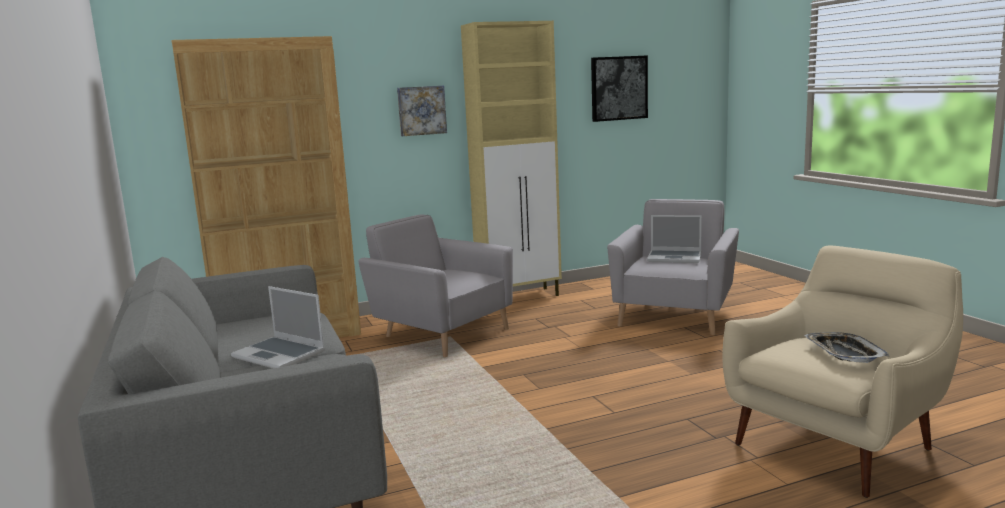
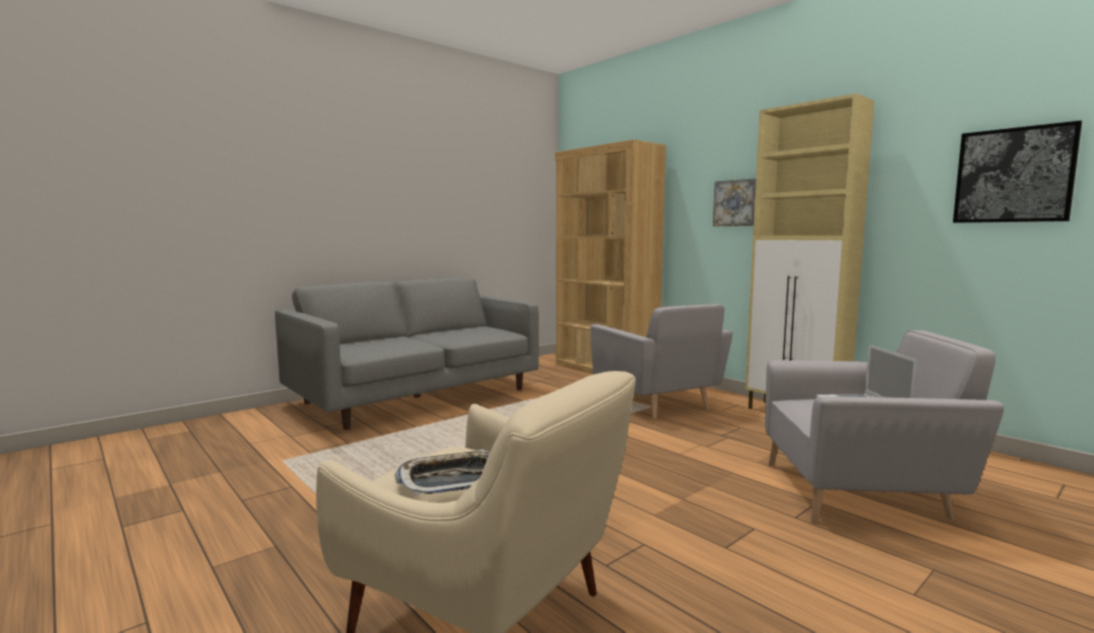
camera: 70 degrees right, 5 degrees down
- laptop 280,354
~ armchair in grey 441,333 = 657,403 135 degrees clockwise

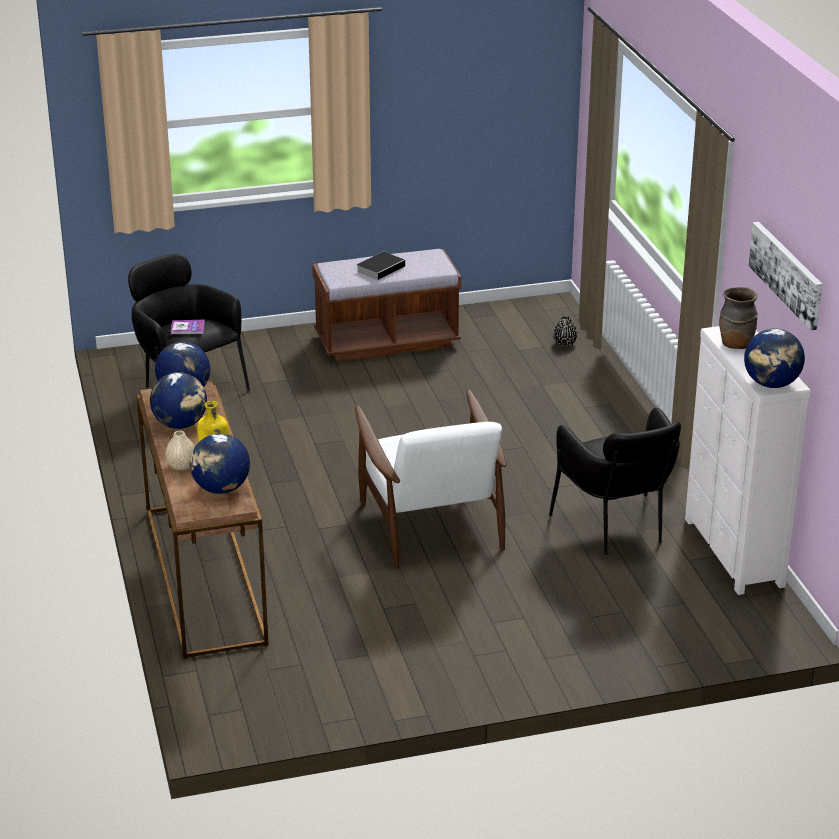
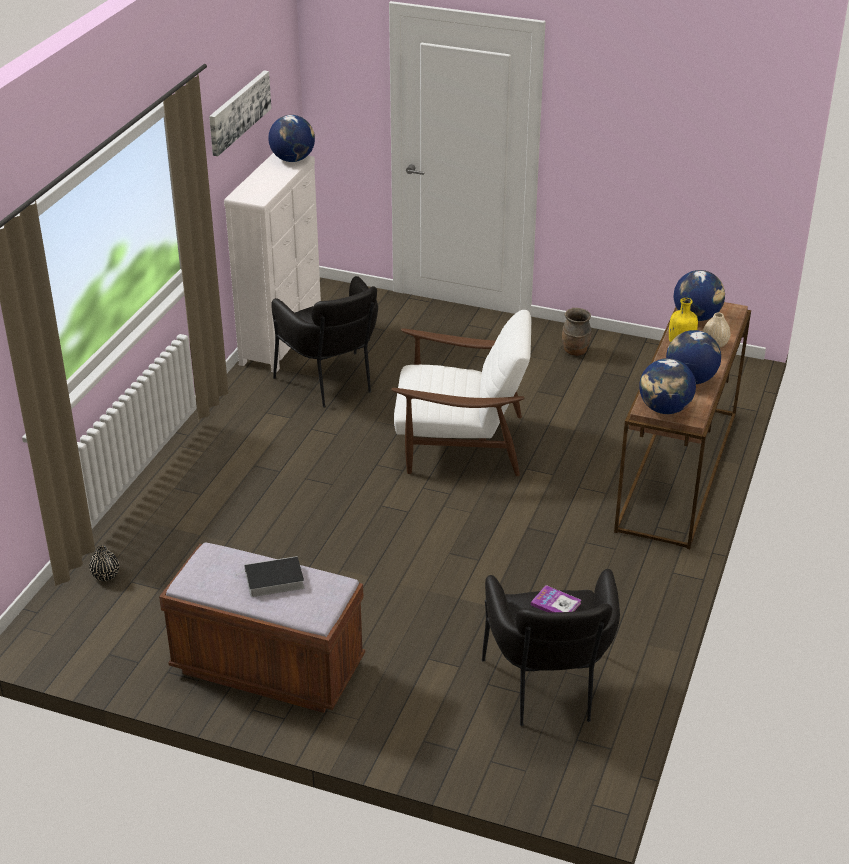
camera: 145 degrees left, 5 degrees up
~ vase in brown 735,344 to 575,351
~ armchair in white 431,523 = 460,443 75 degrees clockwise
~ armchair in black 617,529 = 332,384 135 degrees clockwise

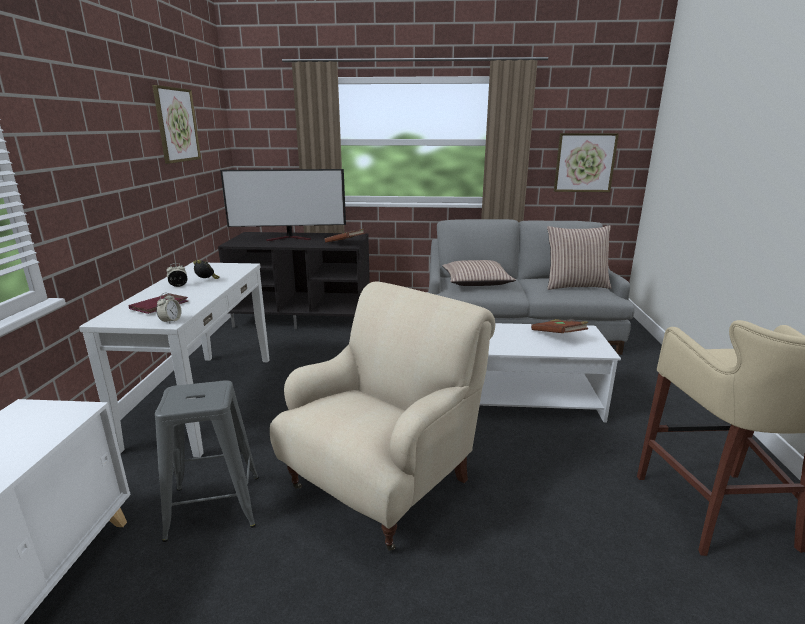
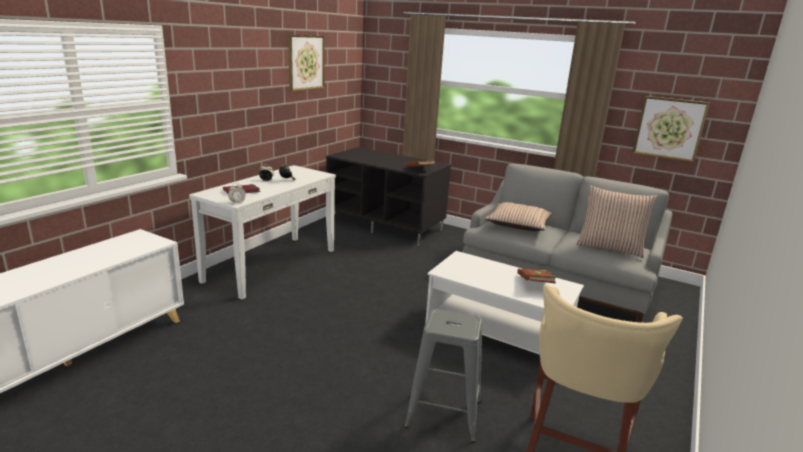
camera: 25 degrees right, 0 degrees up
- television 290,238
- armchair in beige 384,482
~ stool in grey 214,506 to 444,413

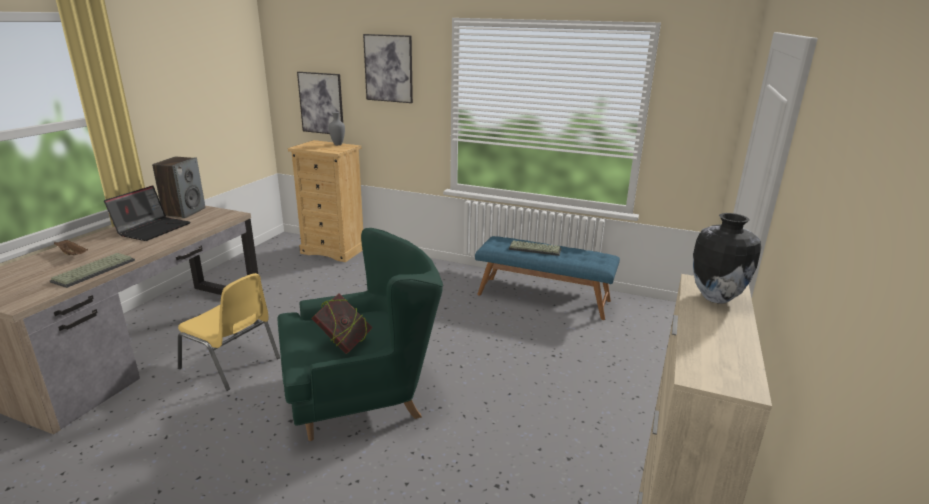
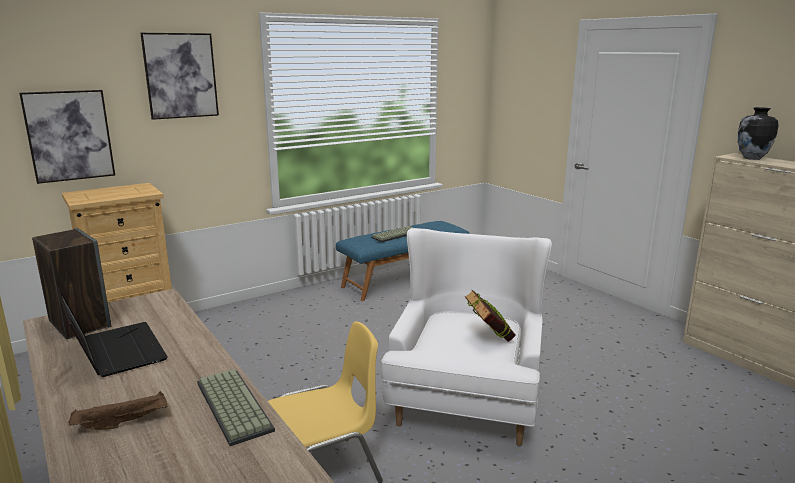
camera: 55 degrees left, 5 degrees down
- vase in grey 337,144
~ armchair in green 361,393 to armchair in white 467,399

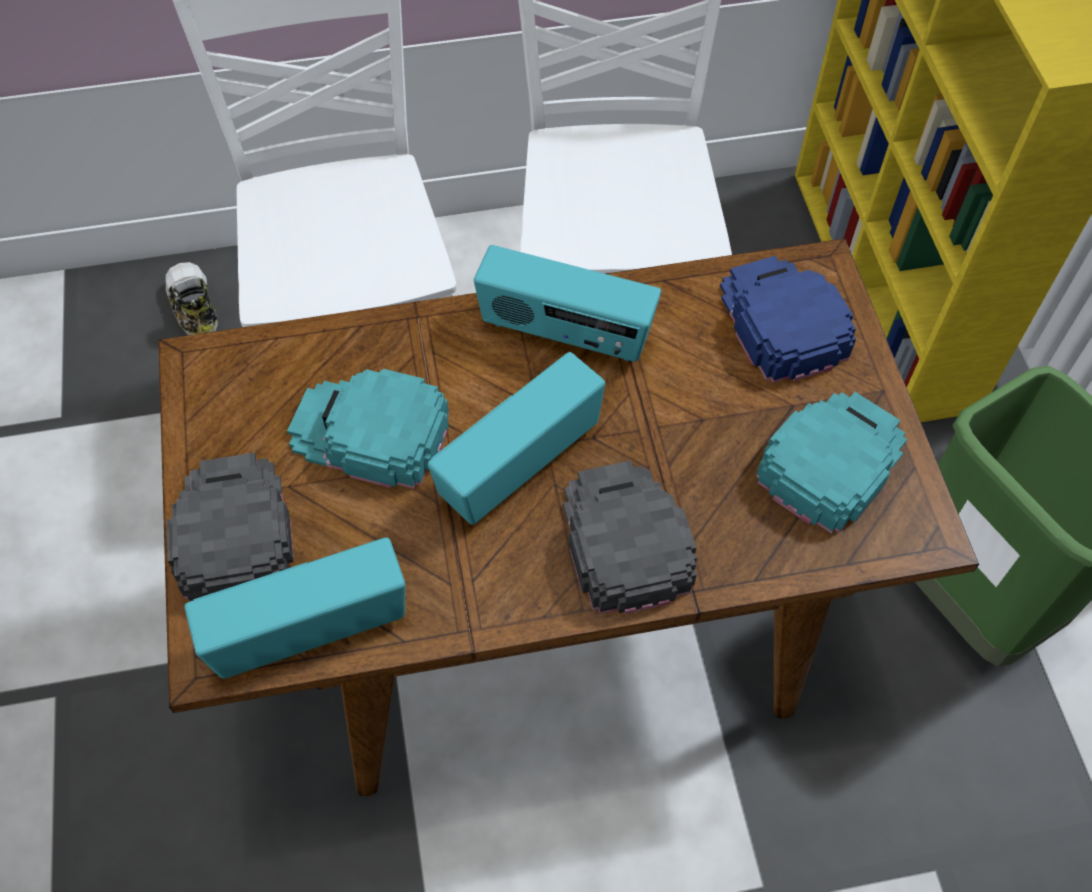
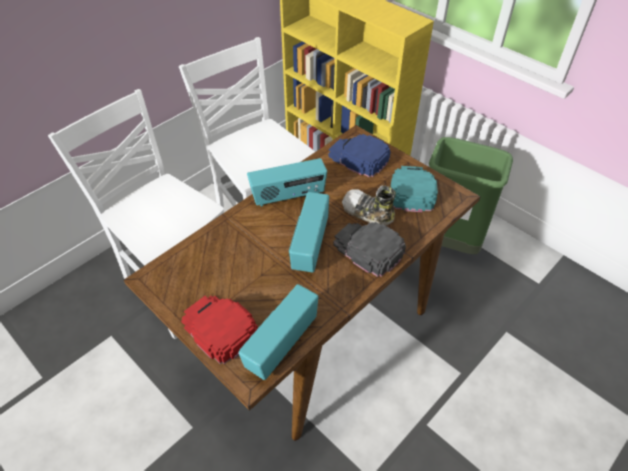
camera: 35 degrees left, 10 degrees down
- cap in turquoise 370,433
~ shoe 193,307 to 367,212
~ cap in black 232,530 to cap in red 218,329

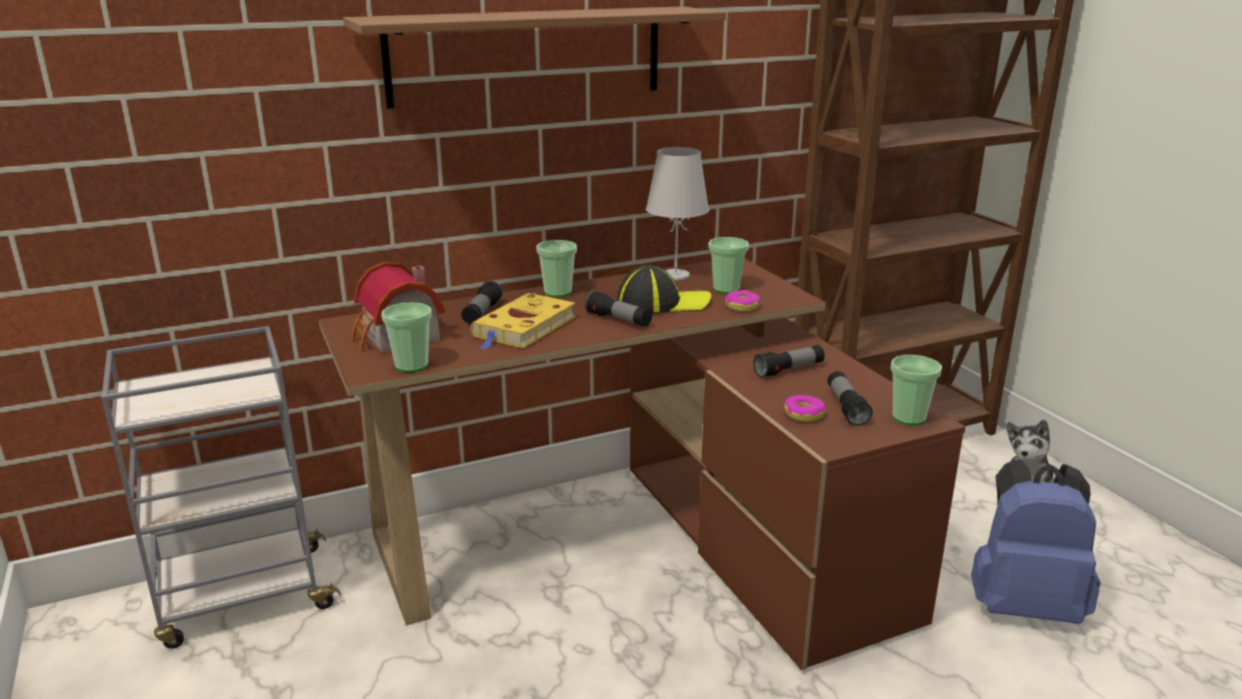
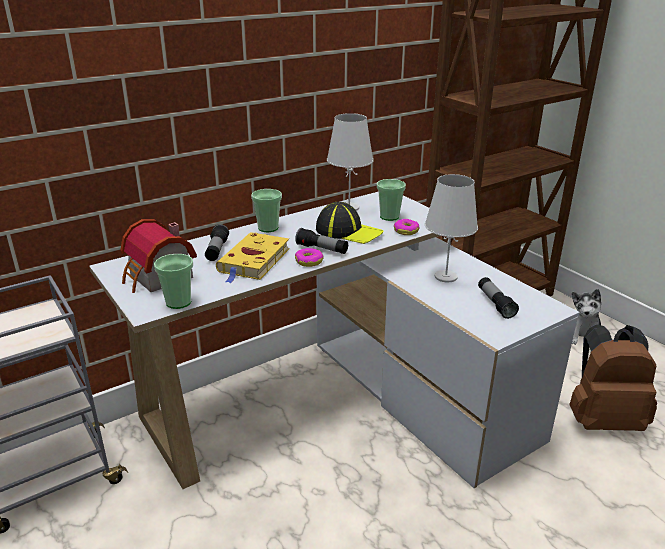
camera: 10 degrees left, 5 degrees up
- shelf 527,55
- cup 909,417
~ donut 804,414 to 309,261
~ flashlight 789,370 to table lamp in white 446,276
~ desk in brown 642,542 to desk in white 339,401
~ backpack in blue 1023,605 to backpack in brown 603,420
~ cap 663,302 = 348,231 45 degrees clockwise

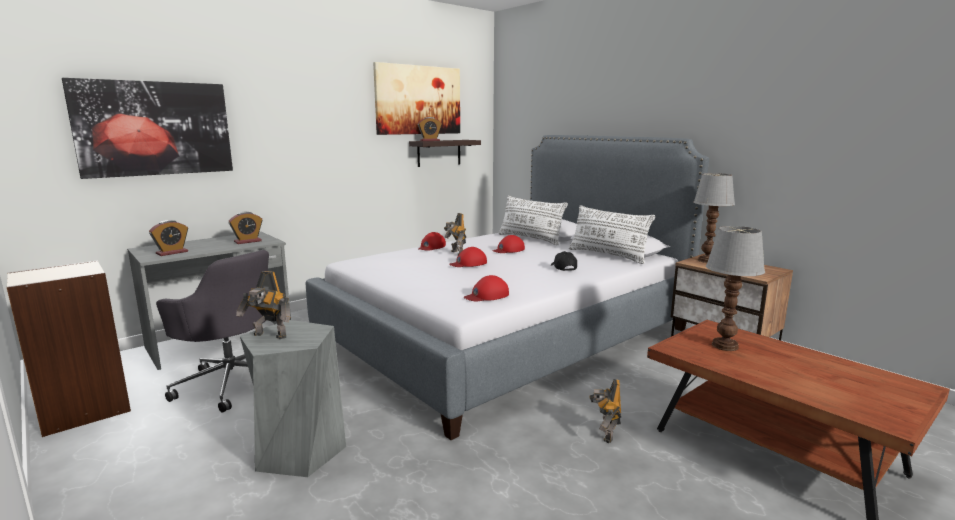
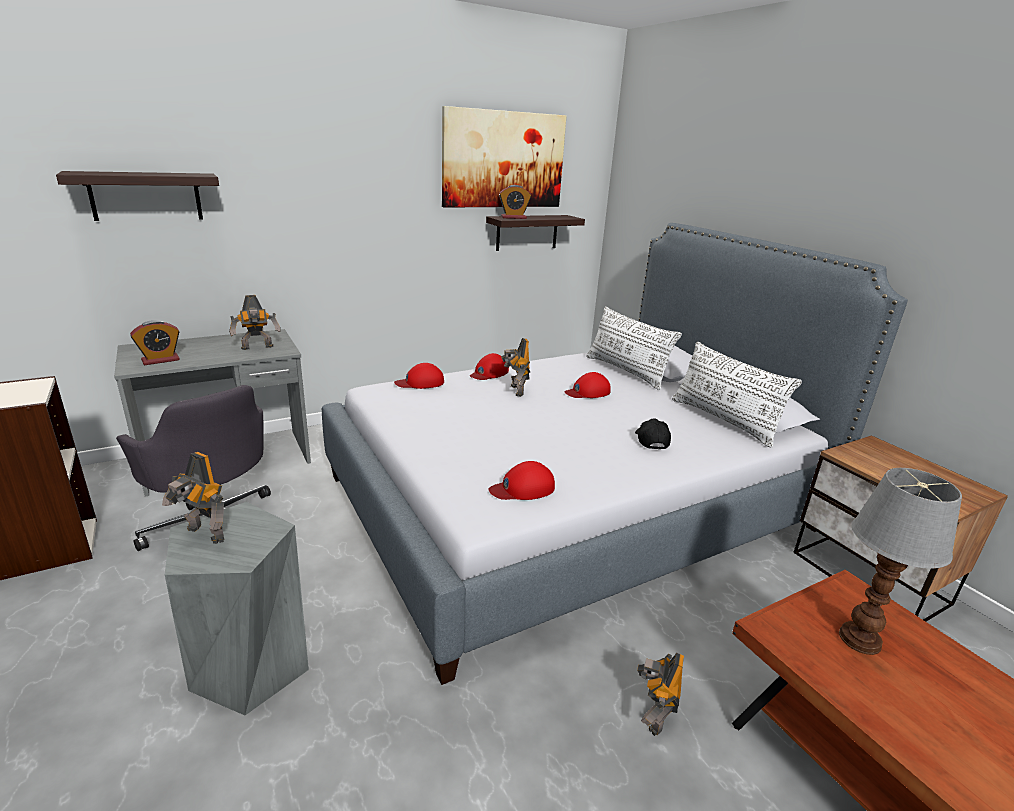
camera: 10 degrees right, 10 degrees up
- table lamp 707,260
~ cap in red 468,263 to 420,382
~ picture 155,128 to shelf 146,196
~ alarm clock 248,241 to toy robot 258,348

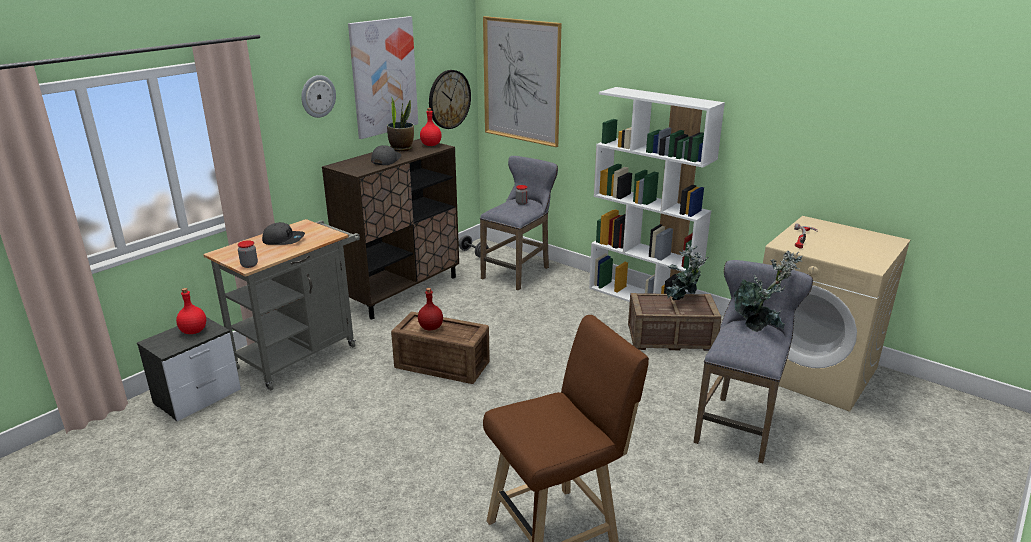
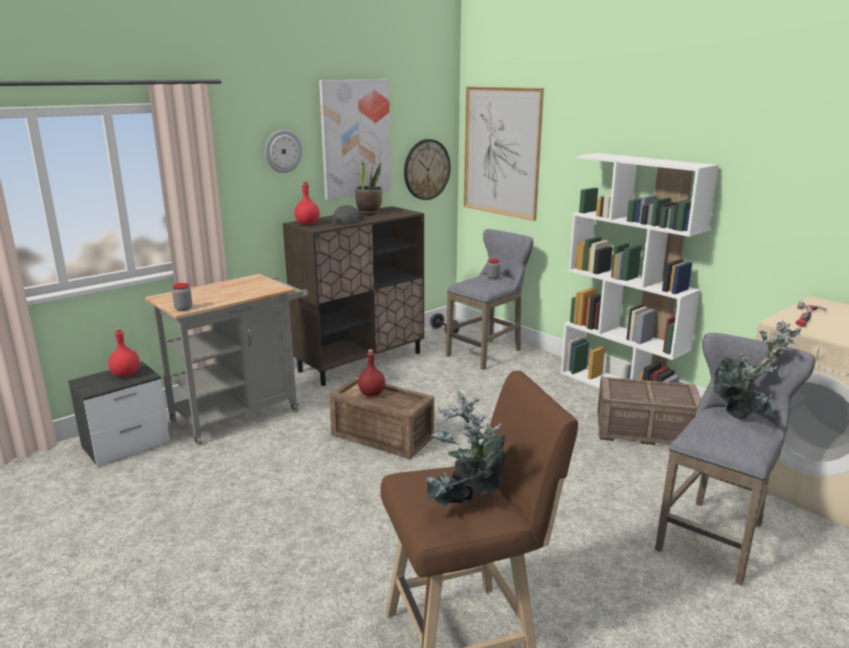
camera: 10 degrees right, 5 degrees down
- cap in grey 284,240
~ bottle in red 430,145 to 307,224
~ potted plant 682,301 to 467,508

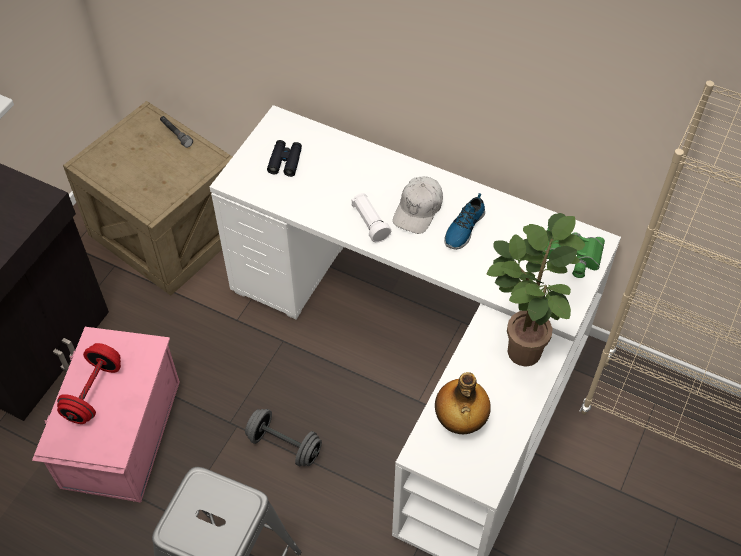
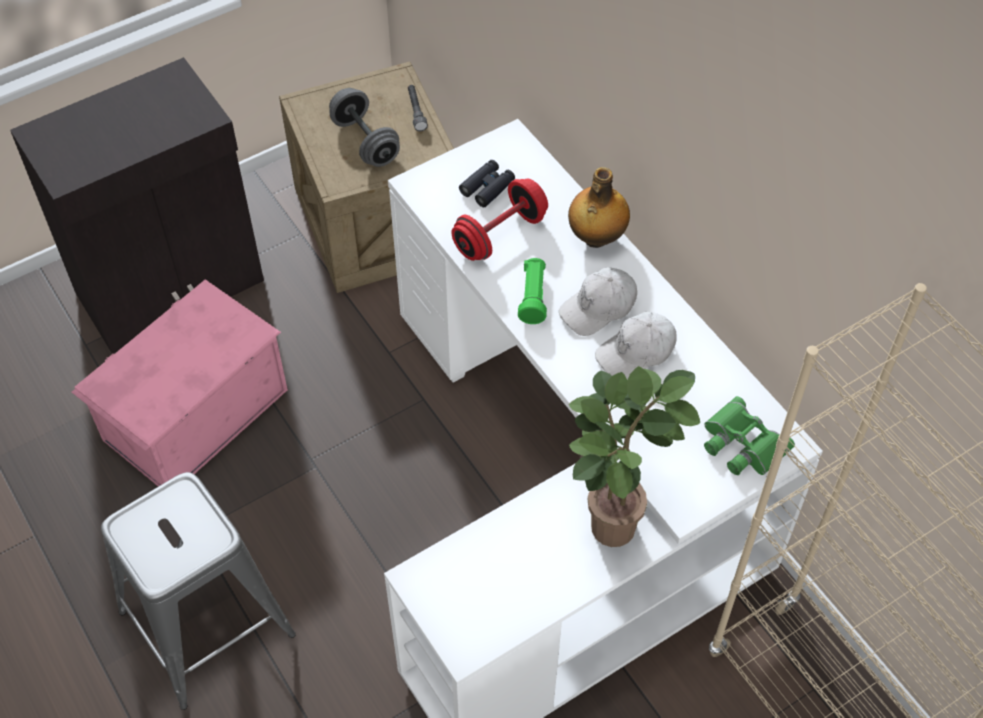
camera: 30 degrees right, 0 degrees up
~ dumbbell in red 93,392 to 500,235
~ dumbbell in grey 284,445 to 365,142
~ bottle 459,421 to 596,238
~ shoe 463,228 to cap in white 636,352
~ flashlight in white 370,223 to flashlight in green 533,297

